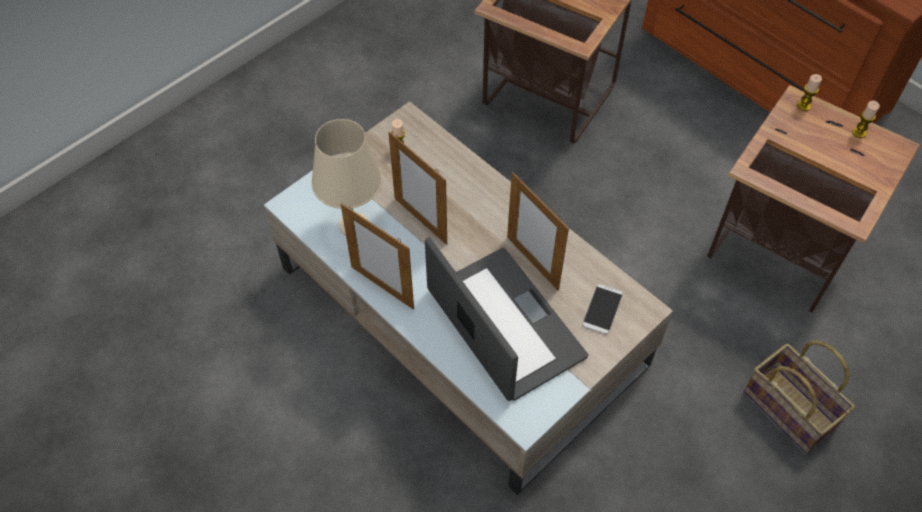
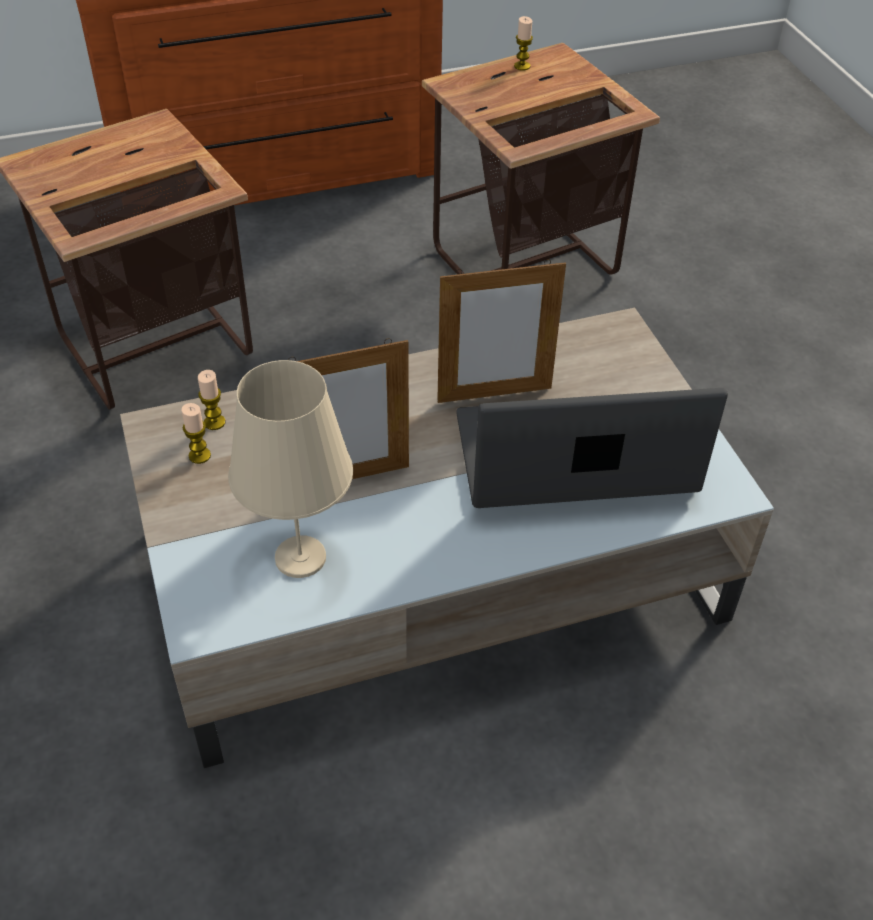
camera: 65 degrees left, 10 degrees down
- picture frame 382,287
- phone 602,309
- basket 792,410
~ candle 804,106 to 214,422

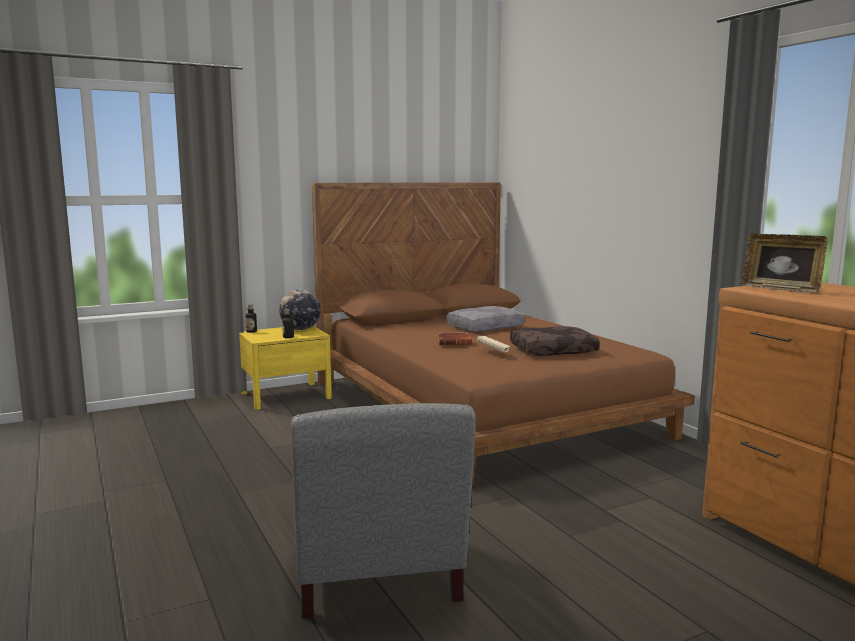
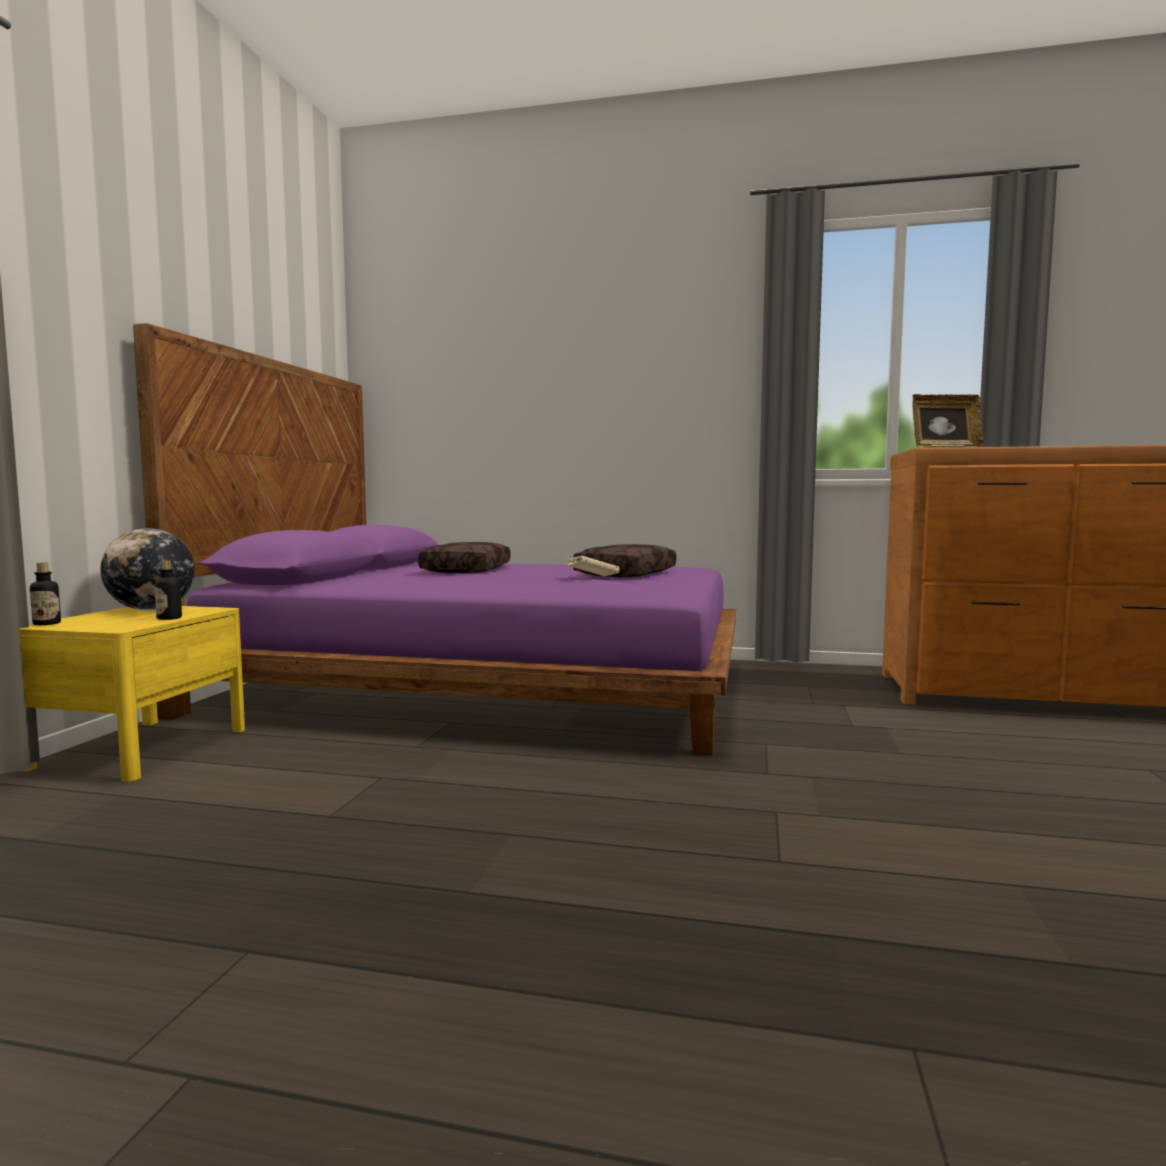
camera: 50 degrees left, 5 degrees down
- armchair in grey 376,580
- book in brown 455,342
~ bed in brown 482,407 to bed in purple 490,685
~ pillow in grey 485,327 to pillow in brown 465,570

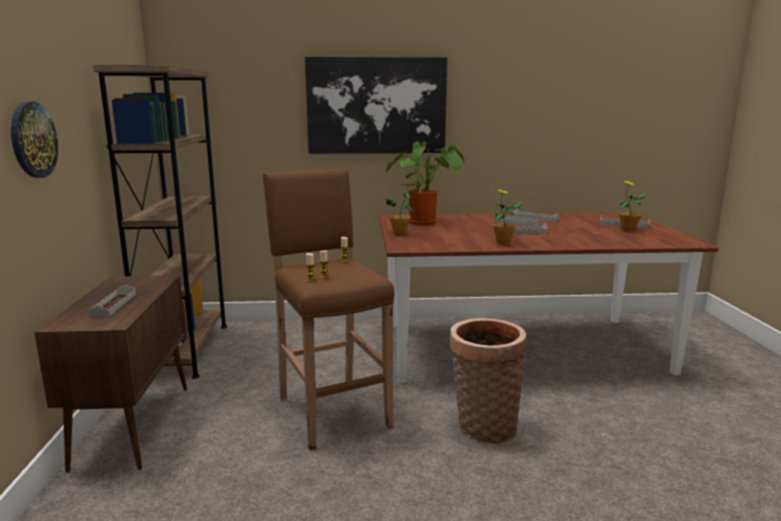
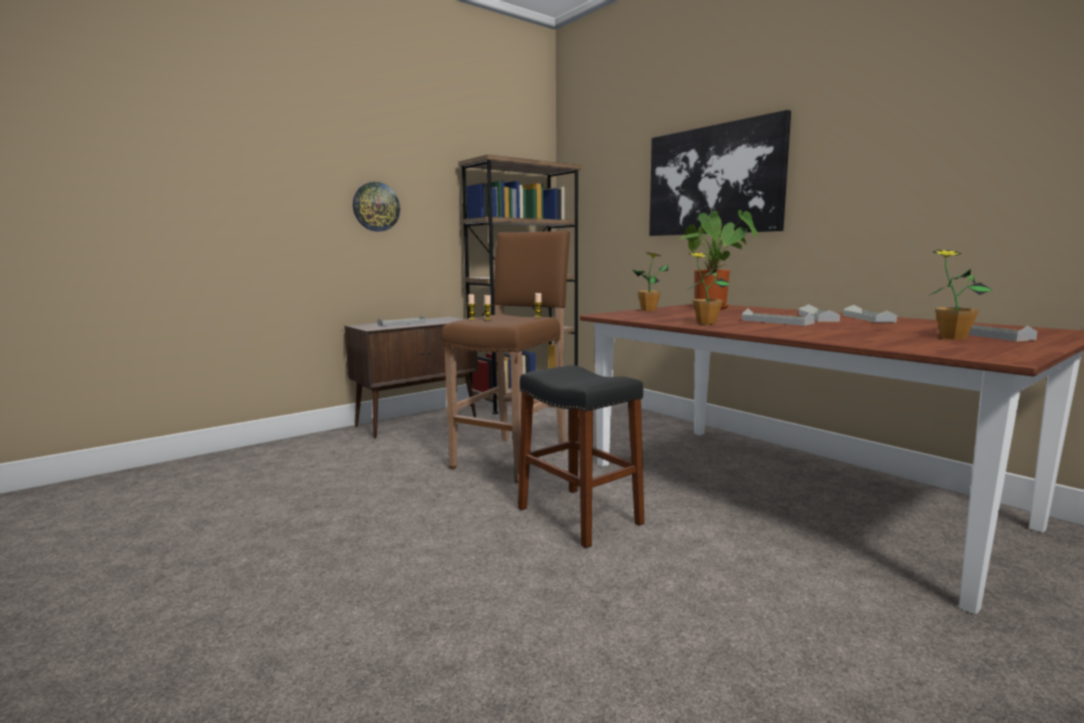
camera: 55 degrees right, 5 degrees down
~ basket 483,426 to stool in black 579,516

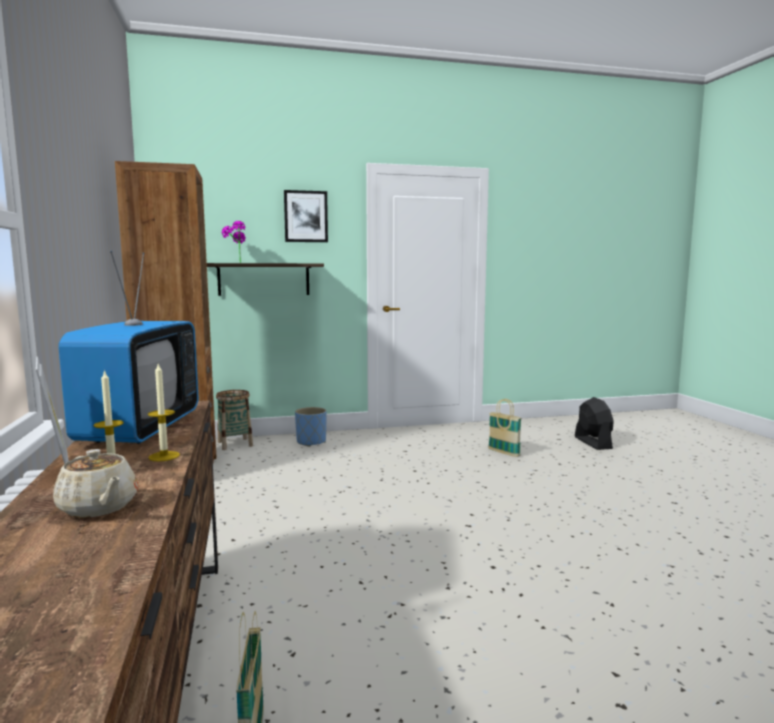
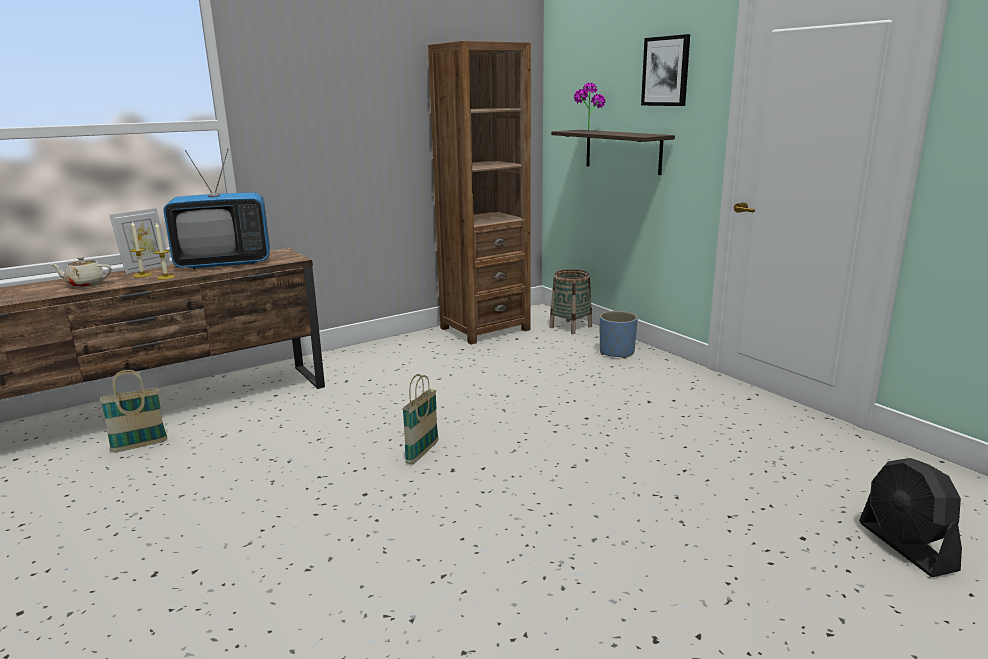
camera: 70 degrees right, 10 degrees up
~ basket 503,453 to 422,453
~ teapot in beige 98,508 = 85,284 60 degrees clockwise
~ fan in black 592,442 = 906,546 105 degrees clockwise

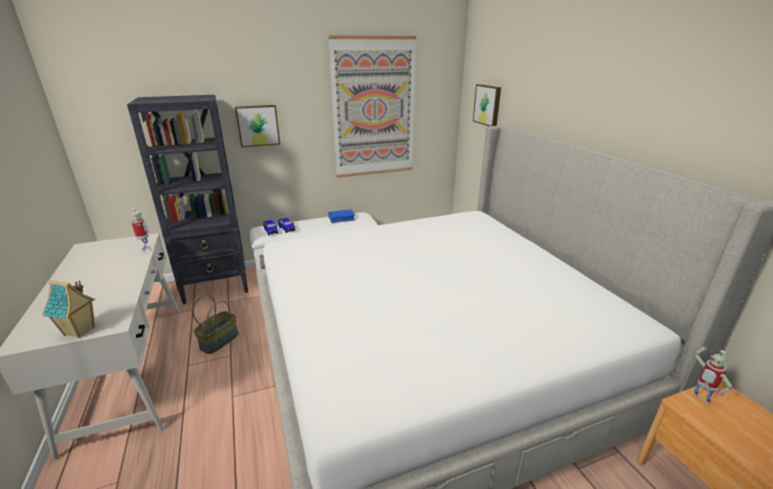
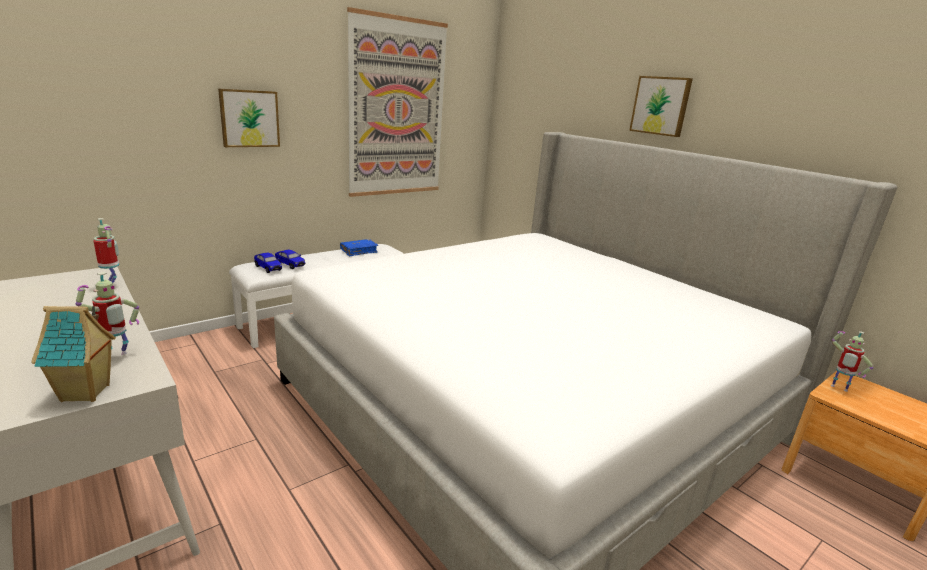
camera: 20 degrees left, 5 degrees down
- bookcase in black 217,286
- basket 219,340
+ toy robot 117,358
~ picture 488,105 to 661,106

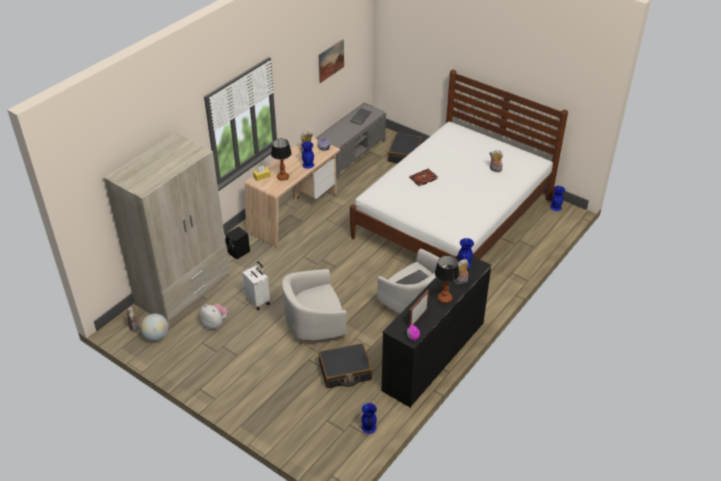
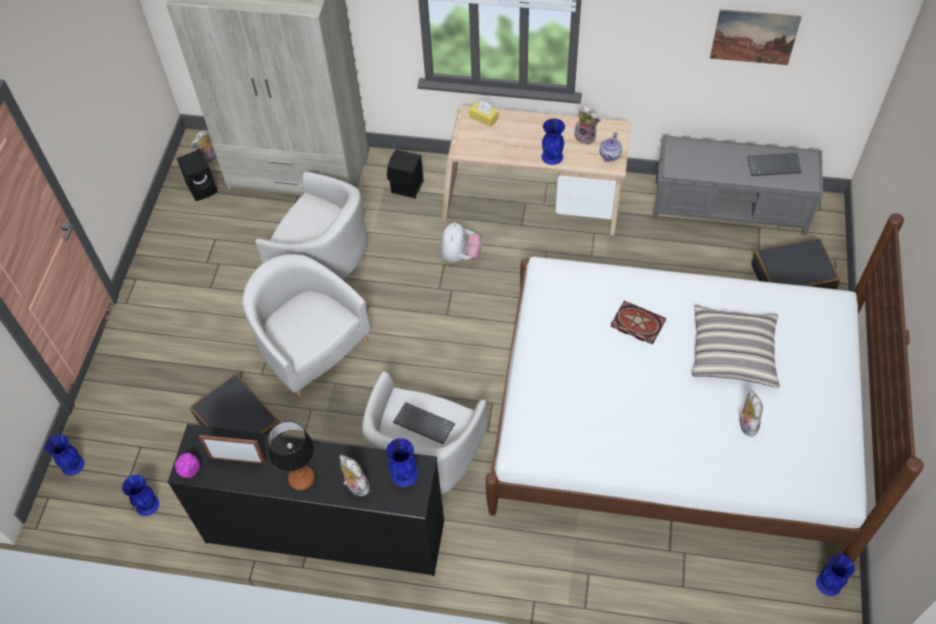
camera: 65 degrees right, 15 degrees up
- table lamp 283,177
+ vase in blue 73,464
+ pillow 733,352
~ plush toy 215,323 to 460,256
~ globe 156,336 to speaker in black 203,188
~ suitcase in white 258,301 to armchair in white 323,258

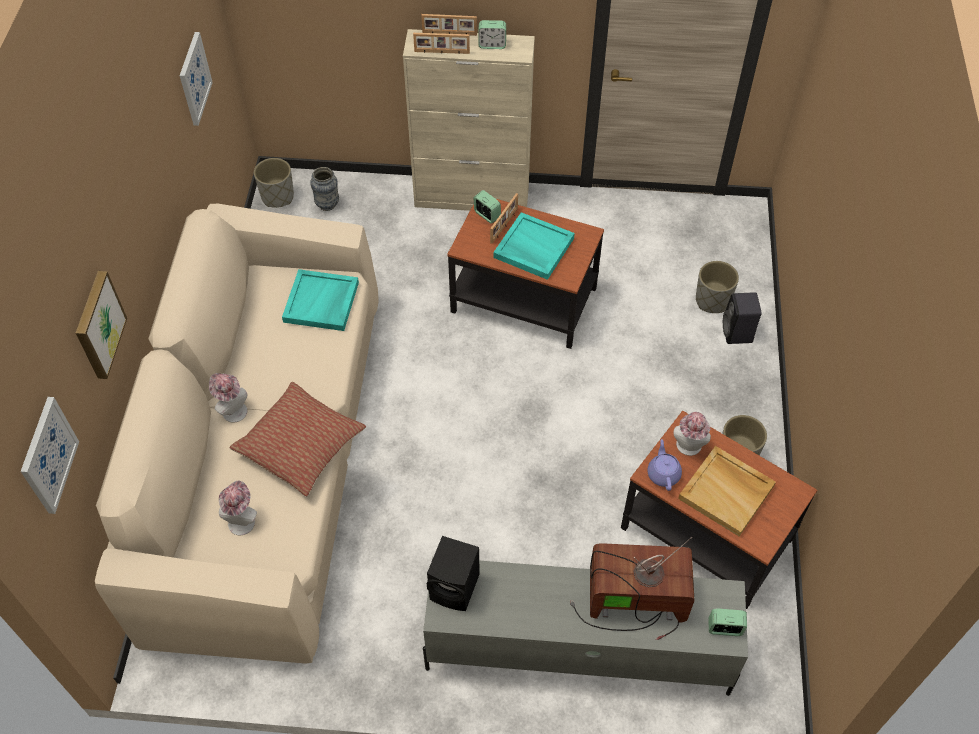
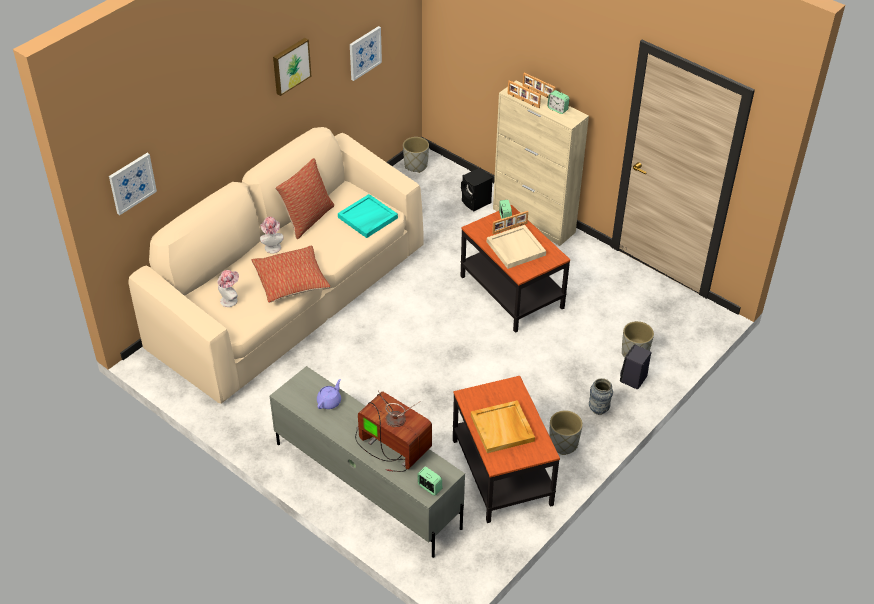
camera: 35 degrees right, 10 degrees down
- hat 688,448
+ pillow 307,218
~ picture 97,325 to 290,65
~ vase 327,205 to 598,409
~ speaker in black 456,588 to 476,202
~ teapot in purple 663,473 to 329,401
~ tray in turquoise 533,248 to tray in beige 515,248

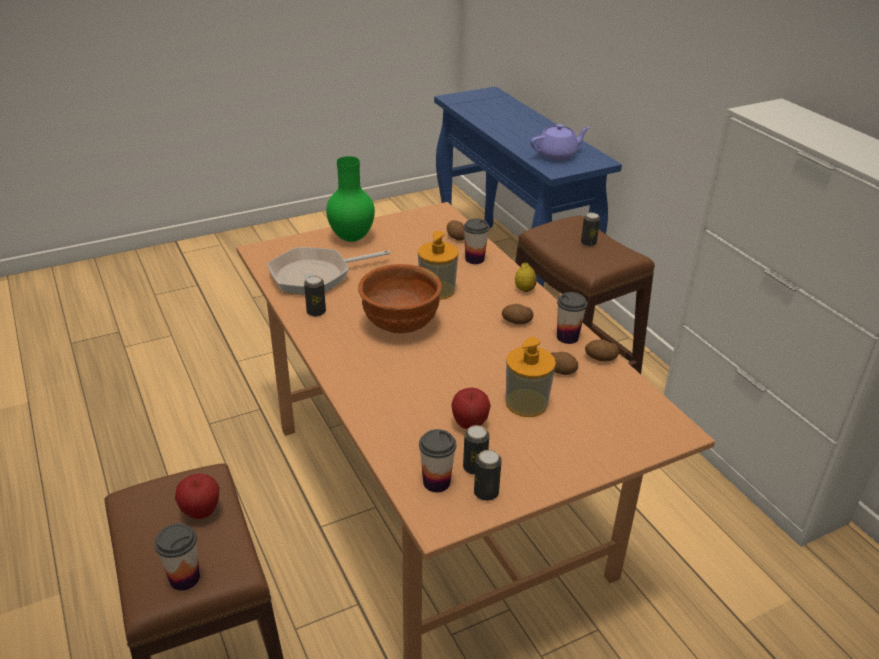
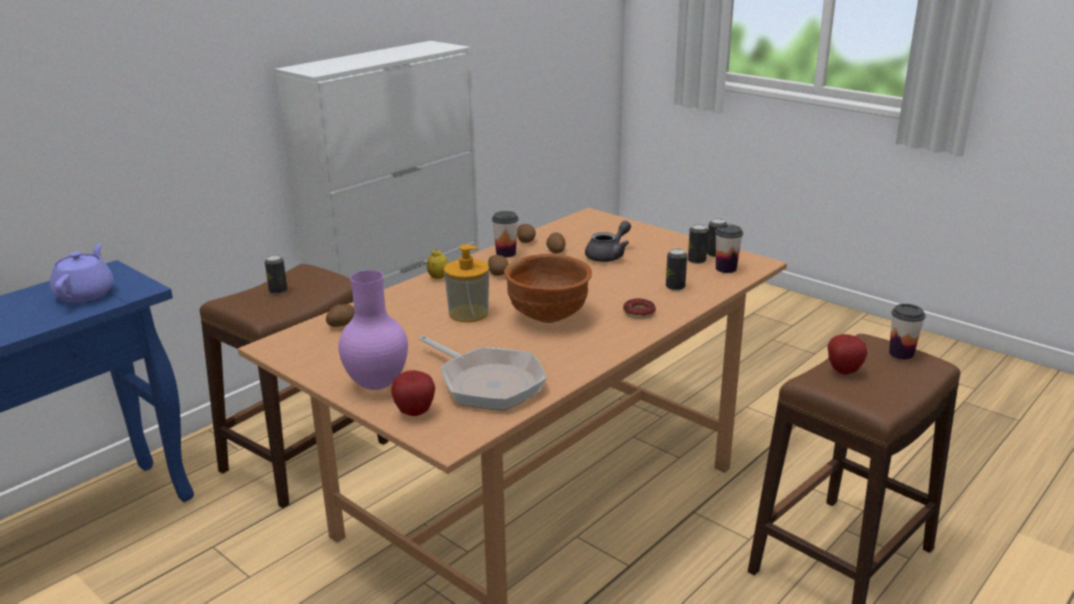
camera: 110 degrees left, 10 degrees down
- cup 474,259
+ donut 639,313
~ can 316,312 to 675,287
~ apple 469,424 to 415,412
~ soap dispenser 526,403 to teapot in grey 608,256
~ vase in green 353,238 to vase in purple 376,384
~ teapot in purple 558,155 = 86,294 45 degrees clockwise

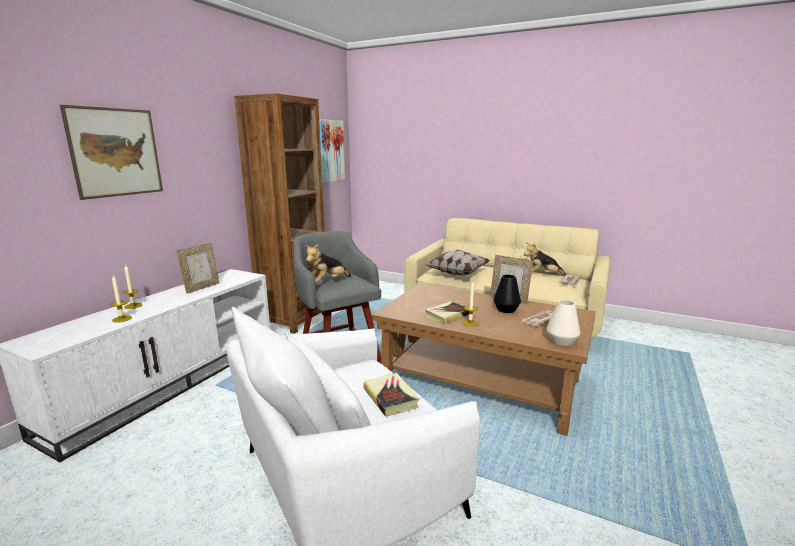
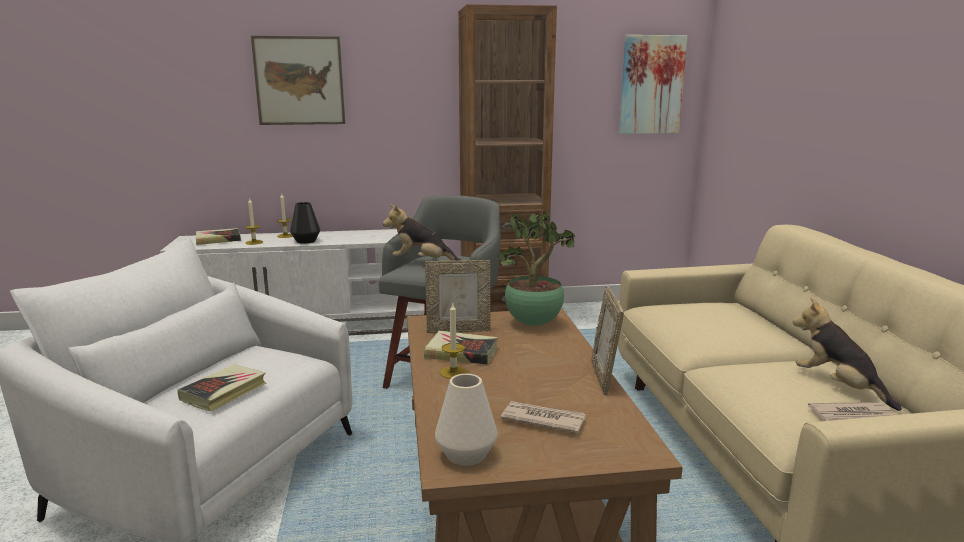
camera: 55 degrees right, 0 degrees up
- pillow 456,274
+ book 218,240
+ potted plant 535,324
~ picture frame 201,287 to 458,330
~ vase in black 506,310 to 306,241

